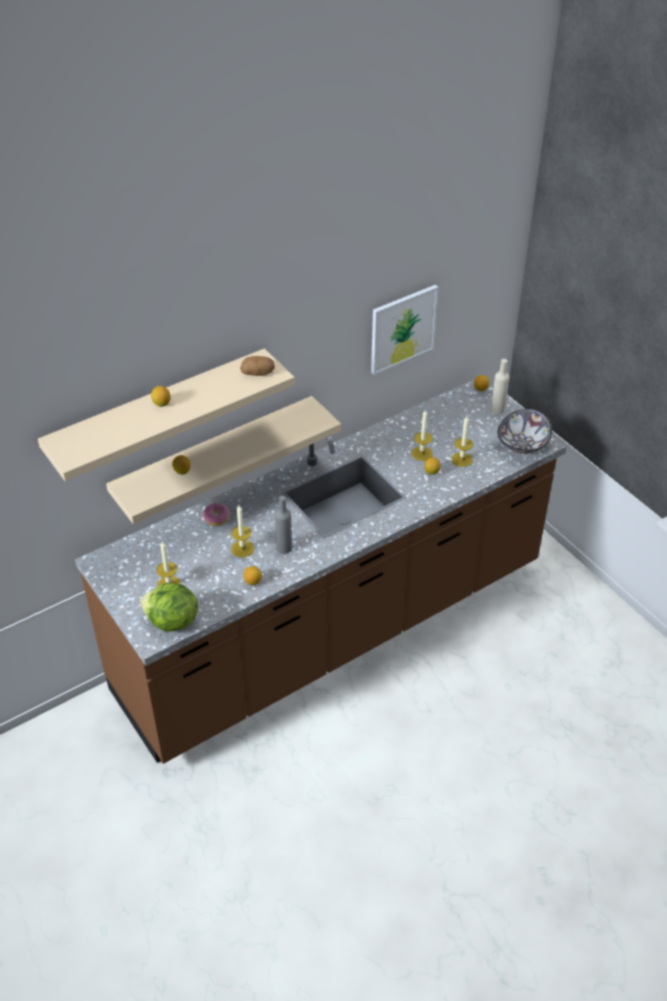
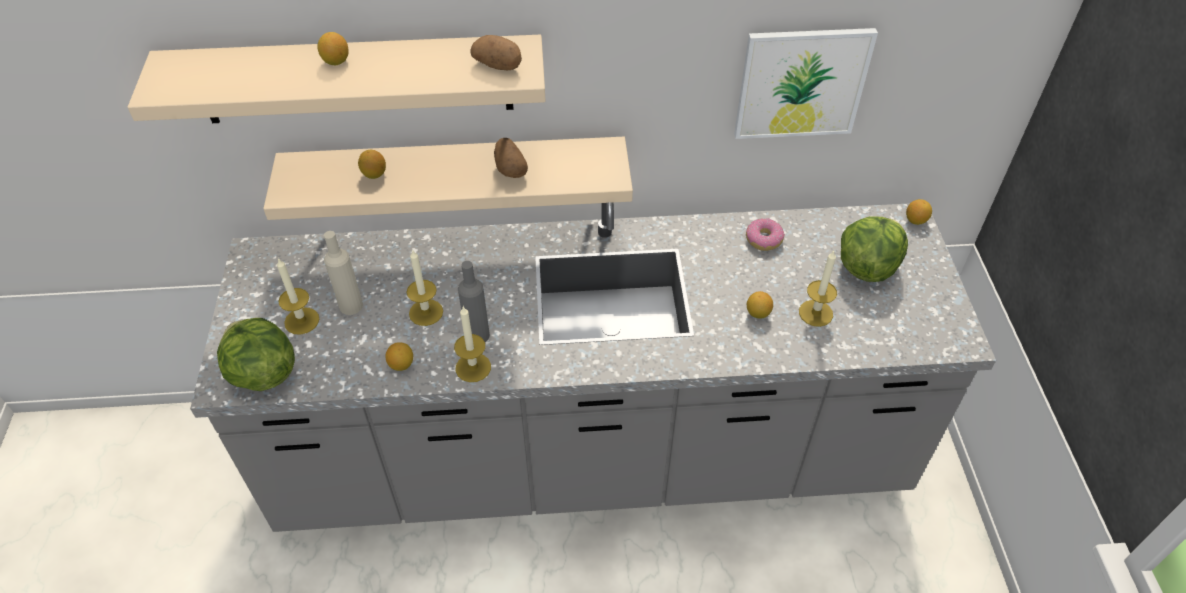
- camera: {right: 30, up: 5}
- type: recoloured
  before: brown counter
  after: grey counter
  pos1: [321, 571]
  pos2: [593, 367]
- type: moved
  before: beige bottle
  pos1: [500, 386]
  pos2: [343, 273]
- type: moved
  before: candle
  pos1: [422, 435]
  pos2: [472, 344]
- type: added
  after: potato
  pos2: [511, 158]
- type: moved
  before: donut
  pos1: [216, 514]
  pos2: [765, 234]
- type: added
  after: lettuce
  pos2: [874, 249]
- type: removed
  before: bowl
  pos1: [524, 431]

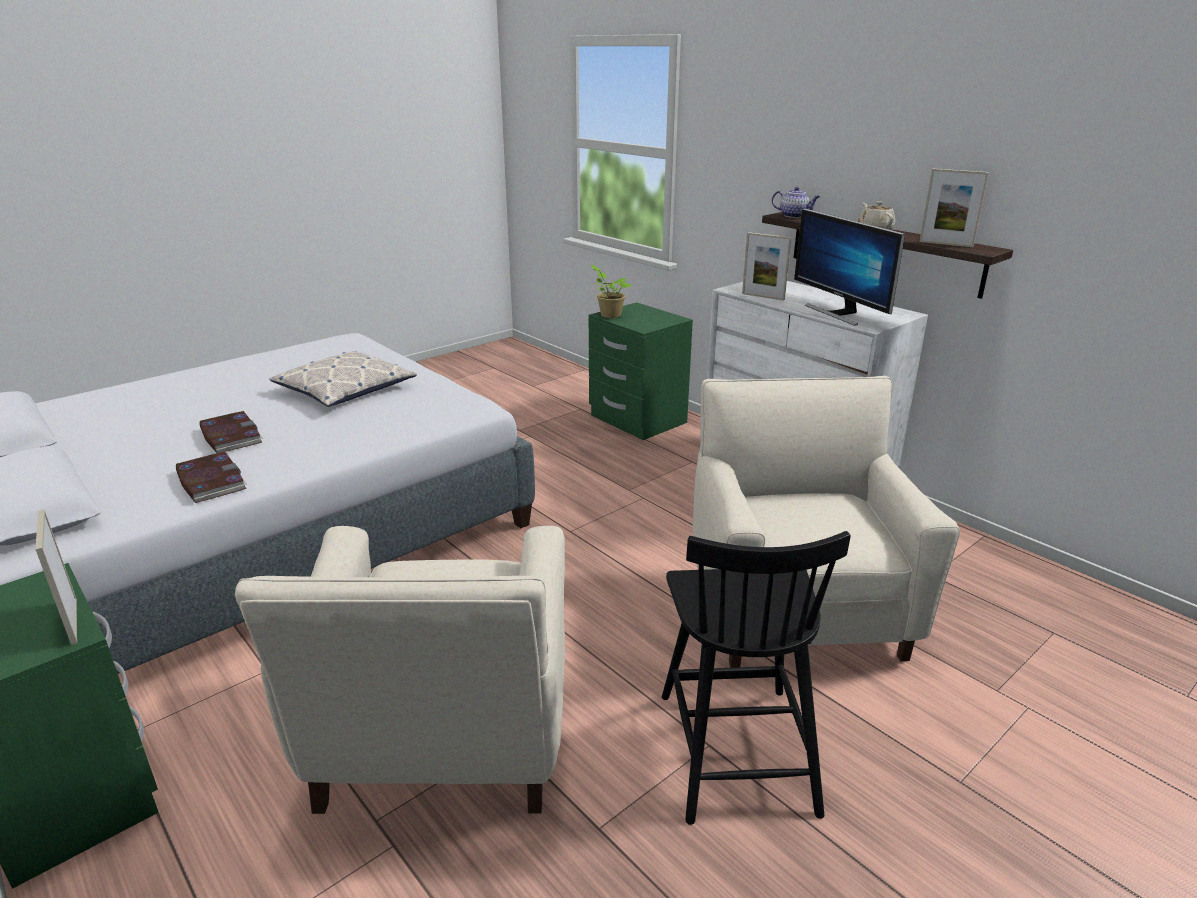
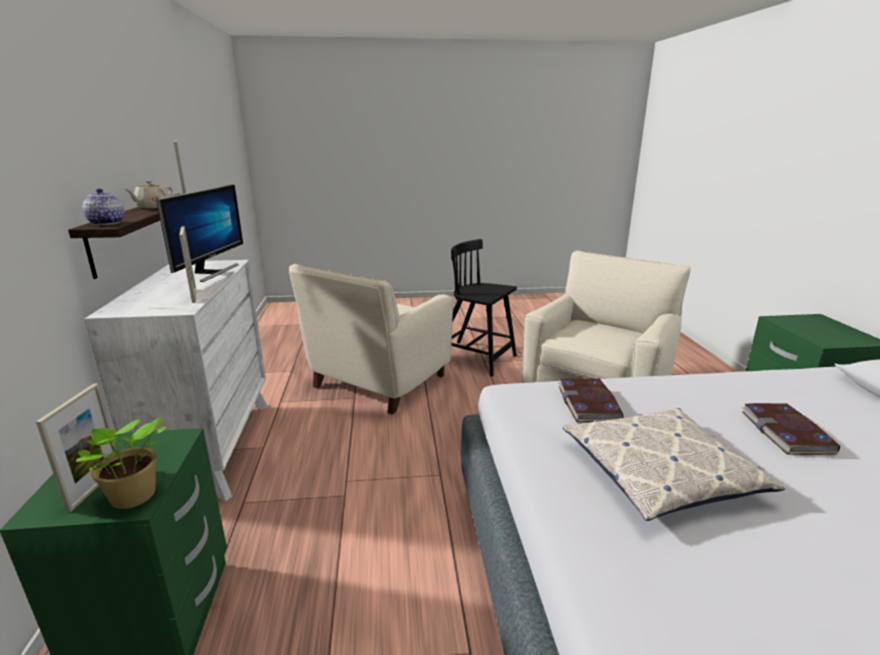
- camera: {right: -145, up: -5}
- type: moved
  before: picture frame
  pos1: [56, 577]
  pos2: [76, 448]
- type: turned
  before: black chair
  pos1: [756, 678]
  pos2: [484, 308]
  turn: -90
- type: moved
  before: book
  pos1: [211, 477]
  pos2: [591, 400]

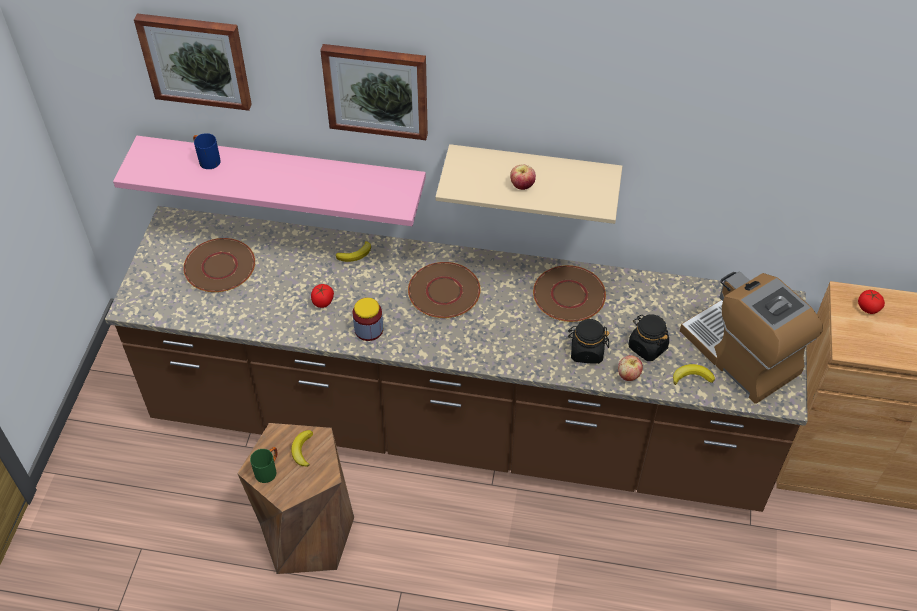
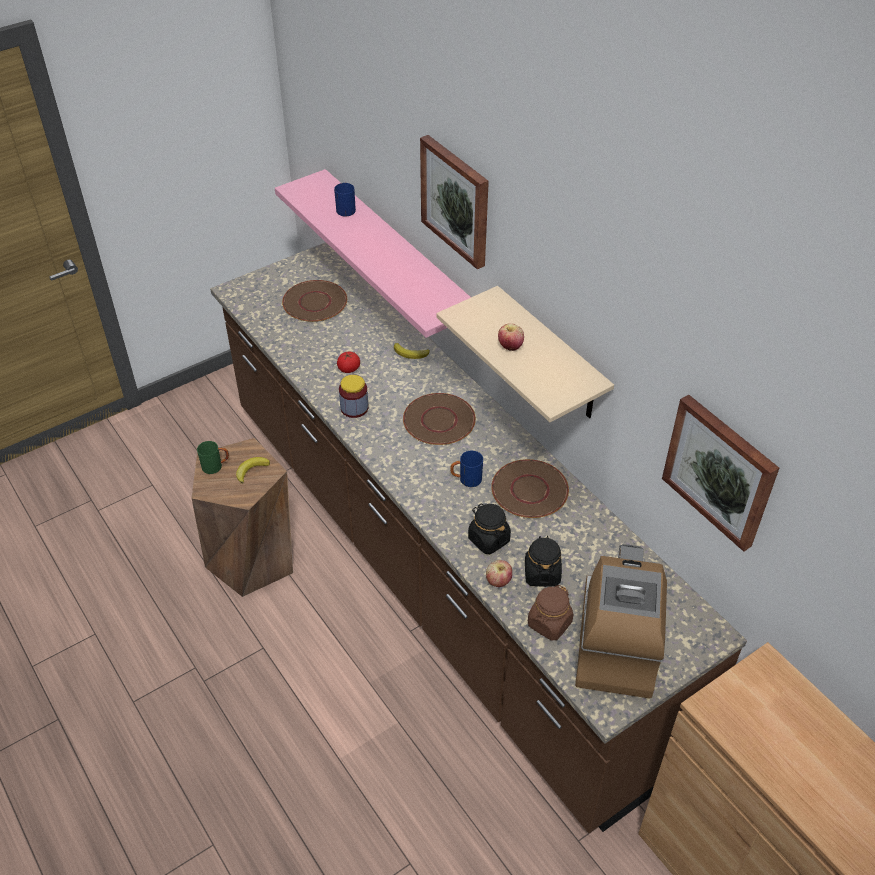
- camera: {right: 45, up: -5}
- type: added
  after: blue mug
  pos2: [466, 469]
- type: replaced
  before: banana
  after: brown jar
  pos1: [694, 374]
  pos2: [550, 613]
- type: moved
  before: picture
  pos1: [193, 62]
  pos2: [720, 473]
- type: removed
  before: tomato
  pos1: [871, 302]

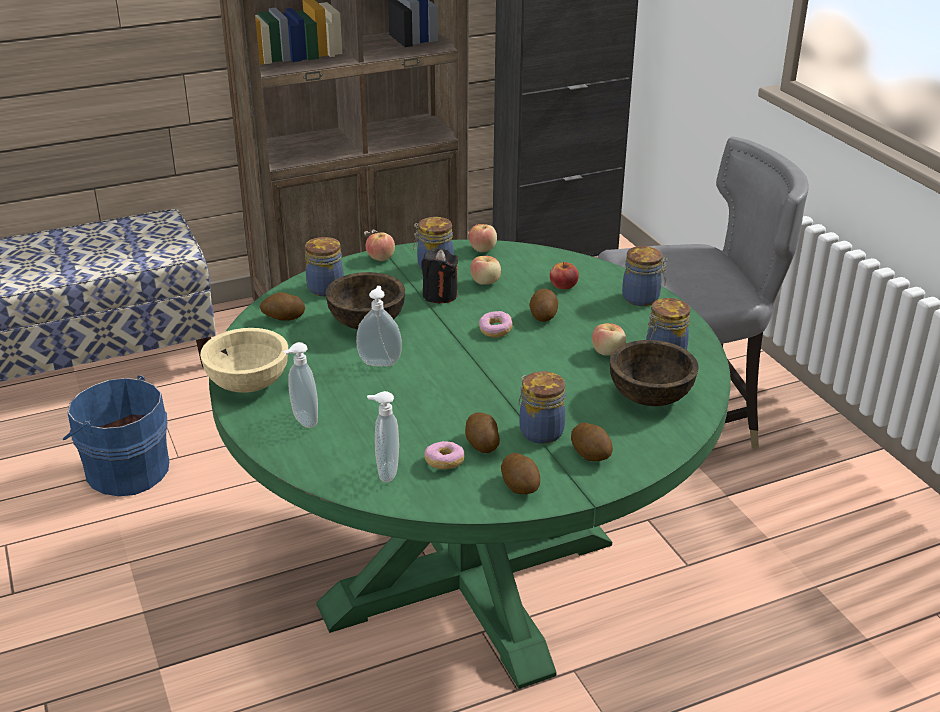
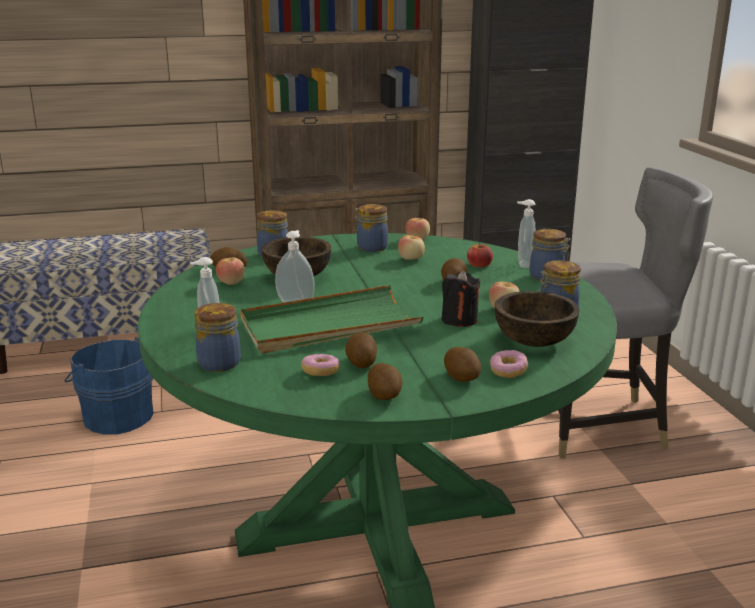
- camera: {right: 10, up: -10}
- type: moved
  before: jar
  pos1: [542, 407]
  pos2: [218, 337]
- type: moved
  before: apple
  pos1: [380, 246]
  pos2: [230, 271]
- type: added
  after: green tray
  pos2: [332, 319]
- type: moved
  before: black candle
  pos1: [439, 276]
  pos2: [461, 298]
- type: moved
  before: donut
  pos1: [496, 324]
  pos2: [509, 364]
- type: moved
  before: soap dispenser
  pos1: [383, 436]
  pos2: [526, 233]
- type: removed
  before: beige bowl
  pos1: [244, 360]

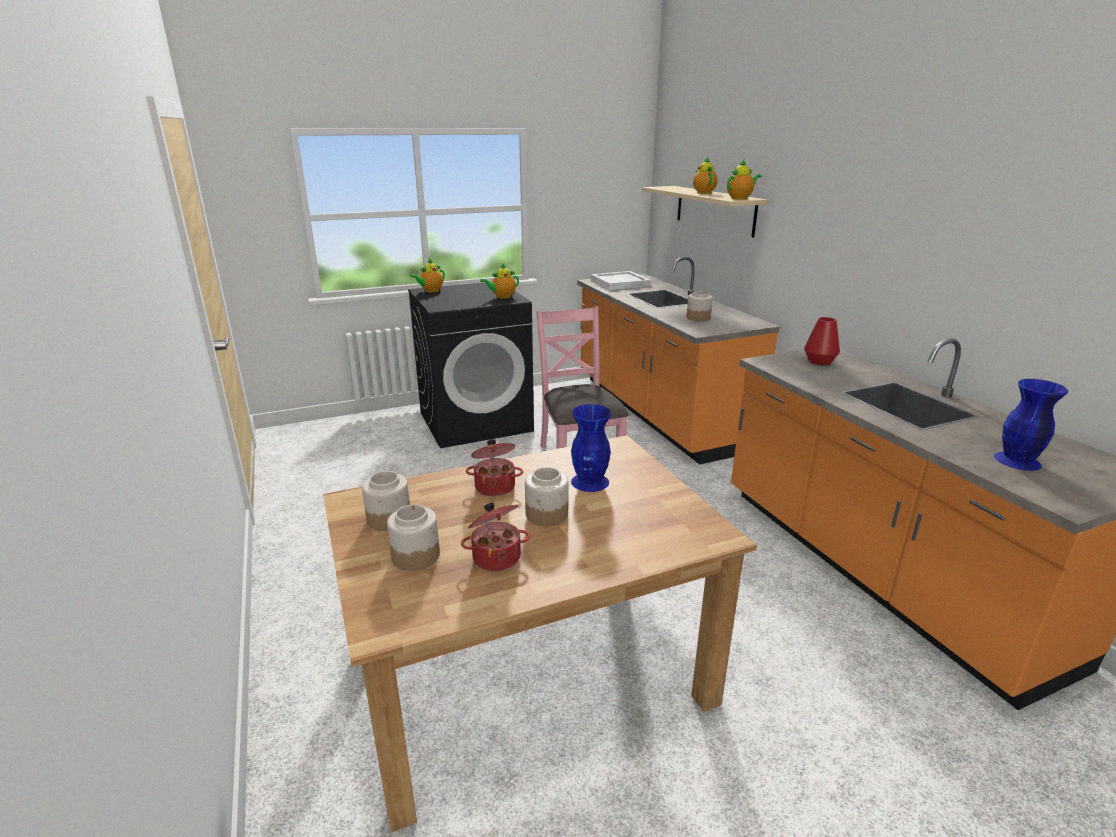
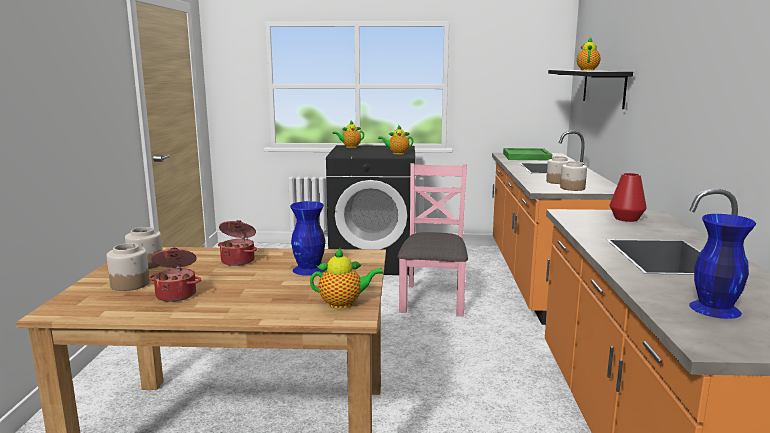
- camera: {right: 25, up: -10}
- type: moved
  before: teapot
  pos1: [744, 180]
  pos2: [346, 278]
- type: recoloured
  before: white tray
  after: green tray
  pos1: [621, 280]
  pos2: [527, 154]
- type: recoloured
  before: beige shelf
  after: black shelf
  pos1: [705, 211]
  pos2: [590, 89]
- type: moved
  before: jar
  pos1: [547, 496]
  pos2: [573, 176]

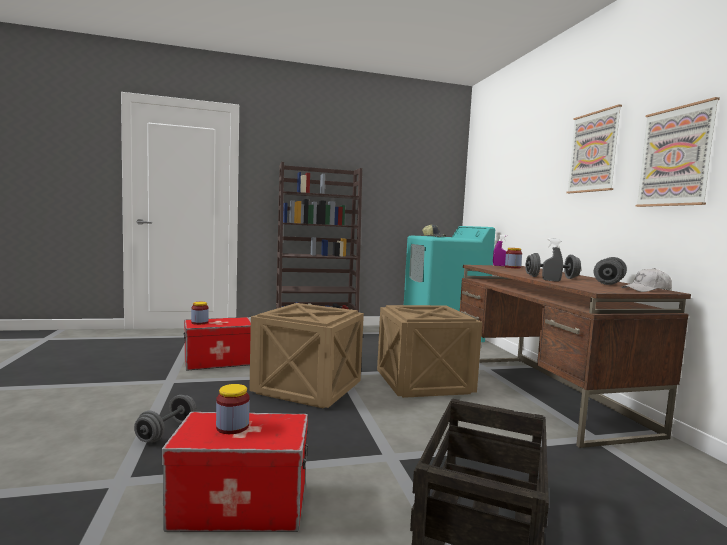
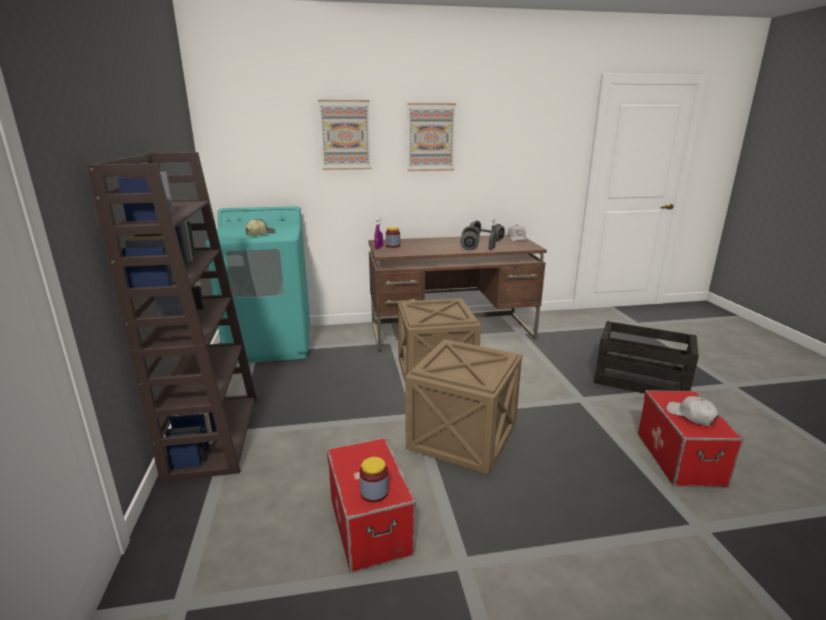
- camera: {right: -85, up: 15}
- type: moved
  before: picture
  pos1: [677, 152]
  pos2: [344, 135]
- type: replaced
  before: jar
  after: white cap
  pos1: [233, 409]
  pos2: [692, 411]
- type: removed
  before: grey dumbbell
  pos1: [165, 418]

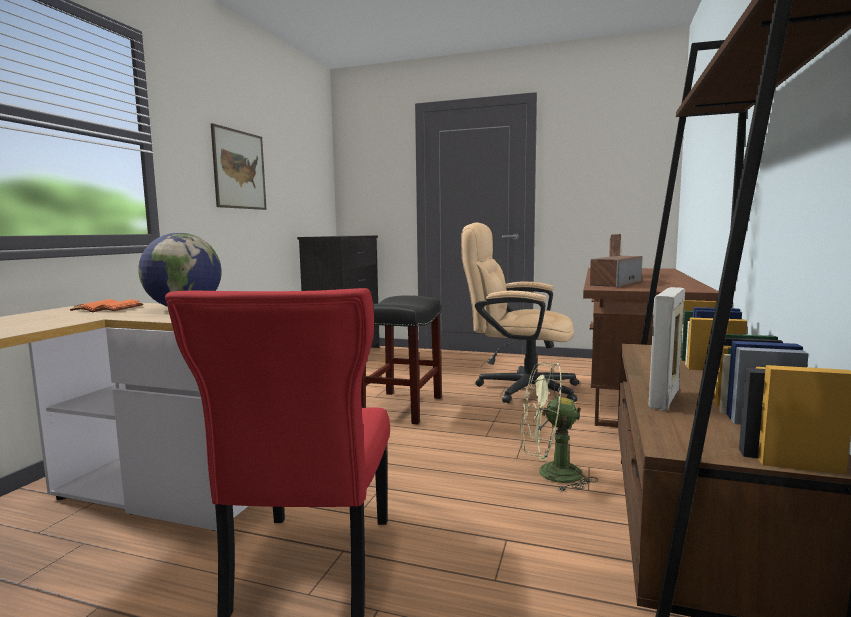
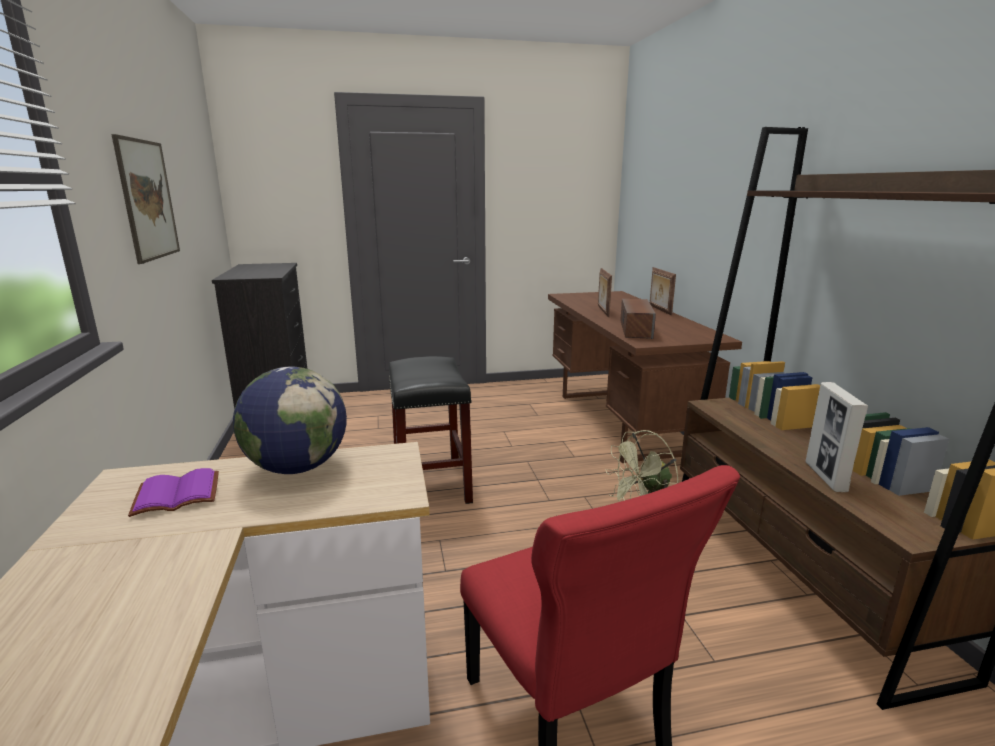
- camera: {right: -30, up: 10}
- type: recoloured
  before: orange book
  after: purple book
  pos1: [106, 305]
  pos2: [173, 492]
- type: added
  after: picture frame
  pos2: [663, 291]
- type: removed
  before: beige office chair
  pos1: [520, 312]

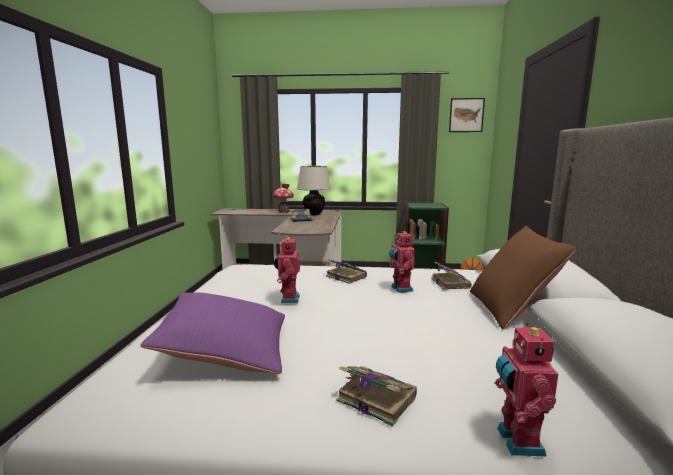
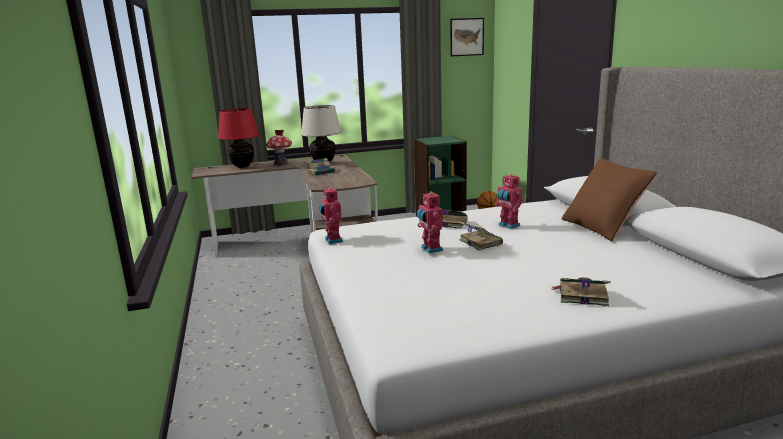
- camera: {right: -20, up: 5}
- type: added
  after: red table lamp
  pos2: [238, 138]
- type: moved
  before: toy robot
  pos1: [526, 389]
  pos2: [331, 215]
- type: moved
  before: book
  pos1: [451, 276]
  pos2: [481, 236]
- type: removed
  before: purple pillow
  pos1: [212, 333]

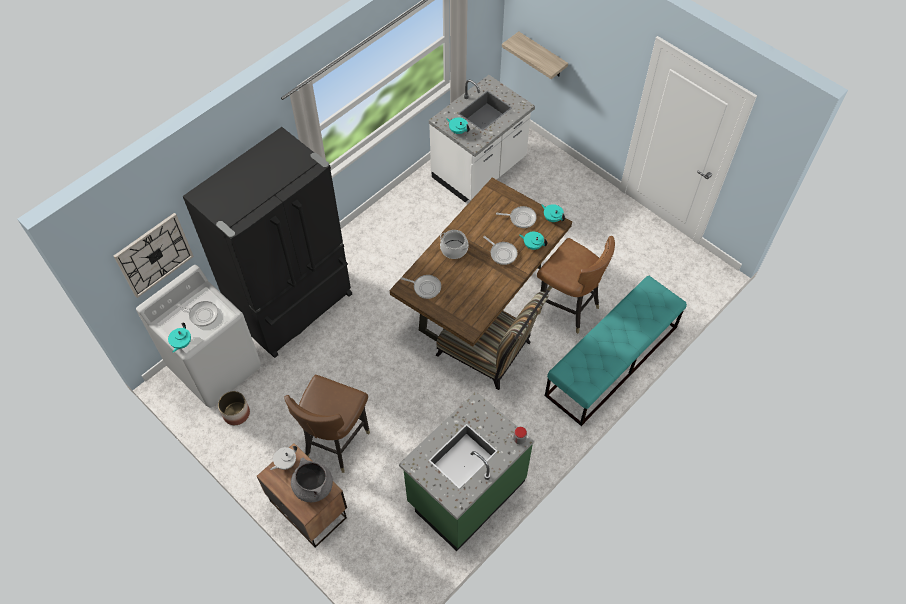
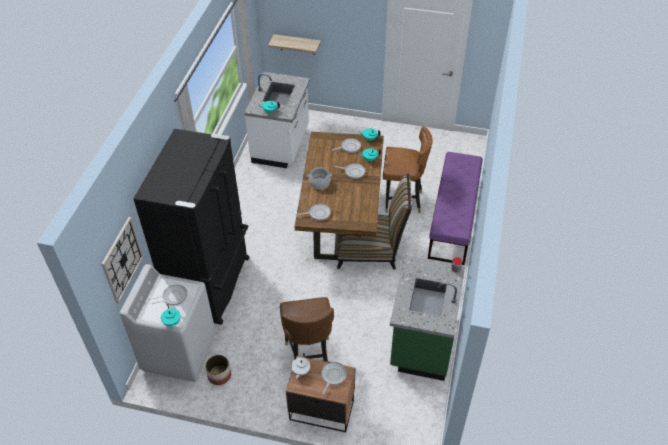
- camera: {right: -30, up: -10}
- type: replaced
  before: grey cooking pot
  after: frying pan
  pos1: [312, 480]
  pos2: [334, 378]
- type: recoloured
  before: turquoise bench
  after: purple bench
  pos1: [616, 351]
  pos2: [455, 208]

